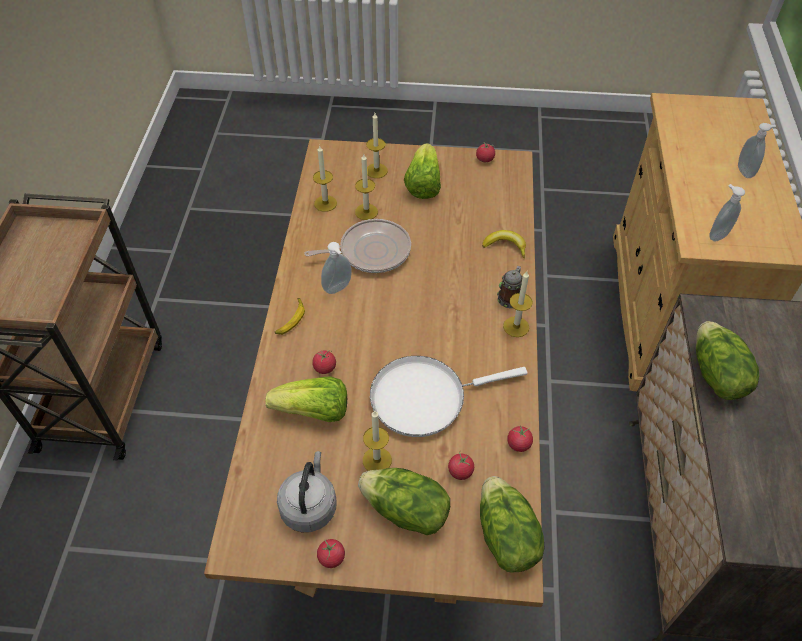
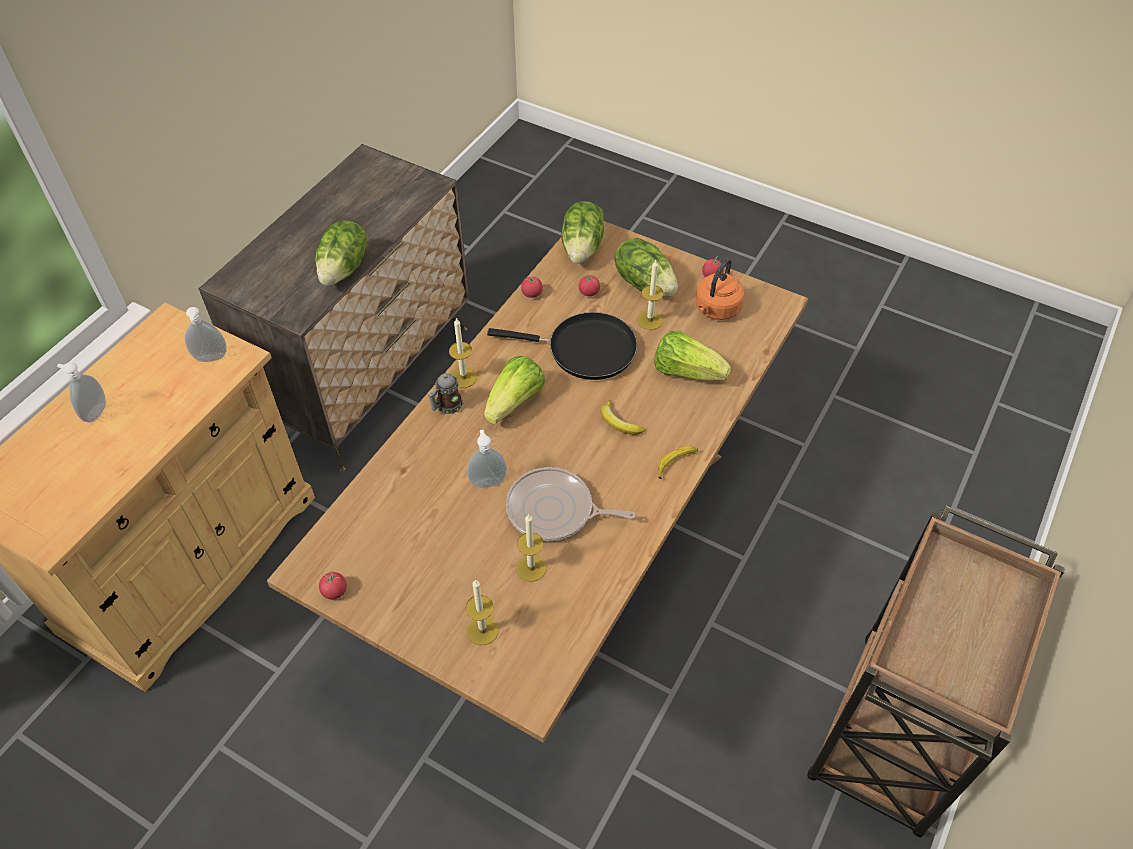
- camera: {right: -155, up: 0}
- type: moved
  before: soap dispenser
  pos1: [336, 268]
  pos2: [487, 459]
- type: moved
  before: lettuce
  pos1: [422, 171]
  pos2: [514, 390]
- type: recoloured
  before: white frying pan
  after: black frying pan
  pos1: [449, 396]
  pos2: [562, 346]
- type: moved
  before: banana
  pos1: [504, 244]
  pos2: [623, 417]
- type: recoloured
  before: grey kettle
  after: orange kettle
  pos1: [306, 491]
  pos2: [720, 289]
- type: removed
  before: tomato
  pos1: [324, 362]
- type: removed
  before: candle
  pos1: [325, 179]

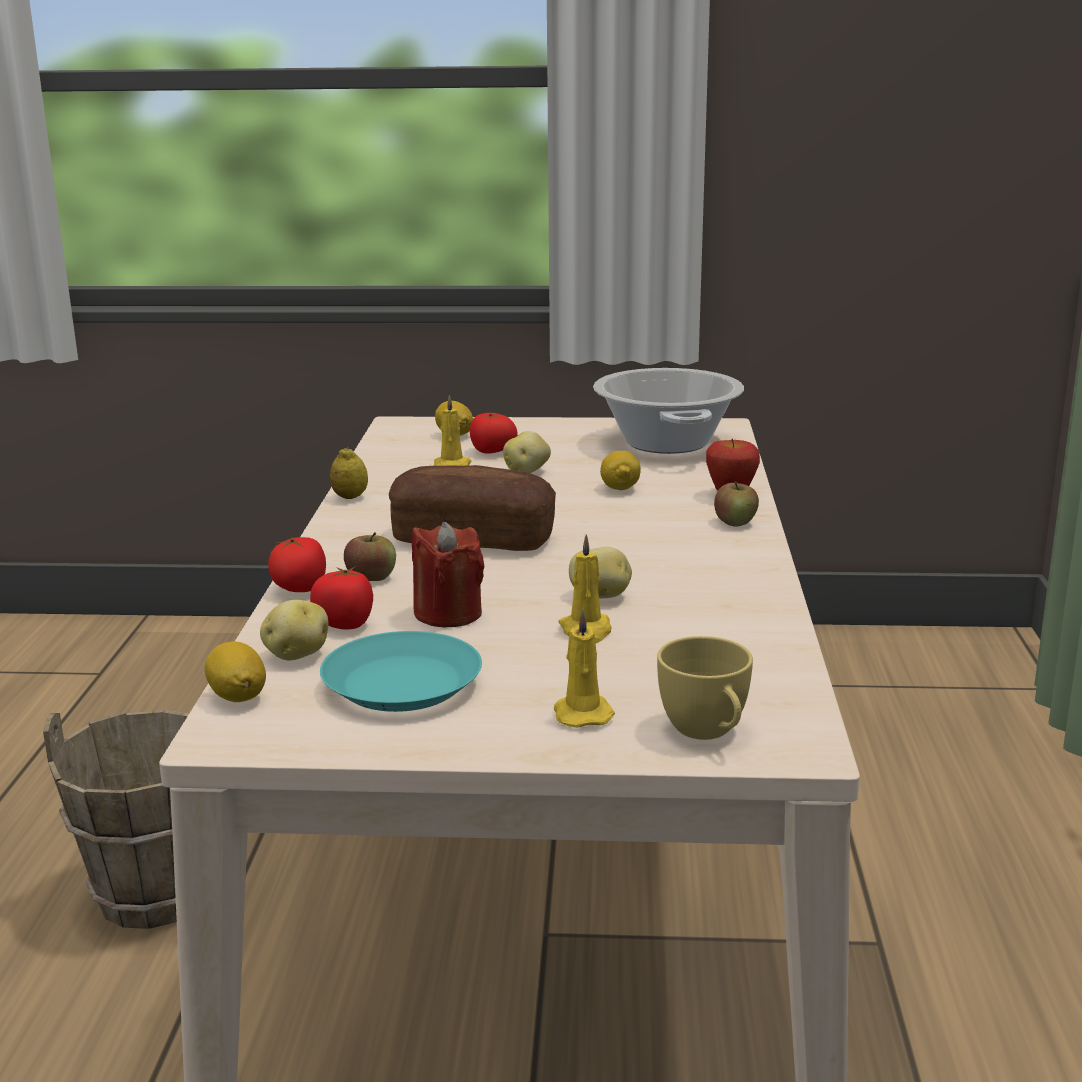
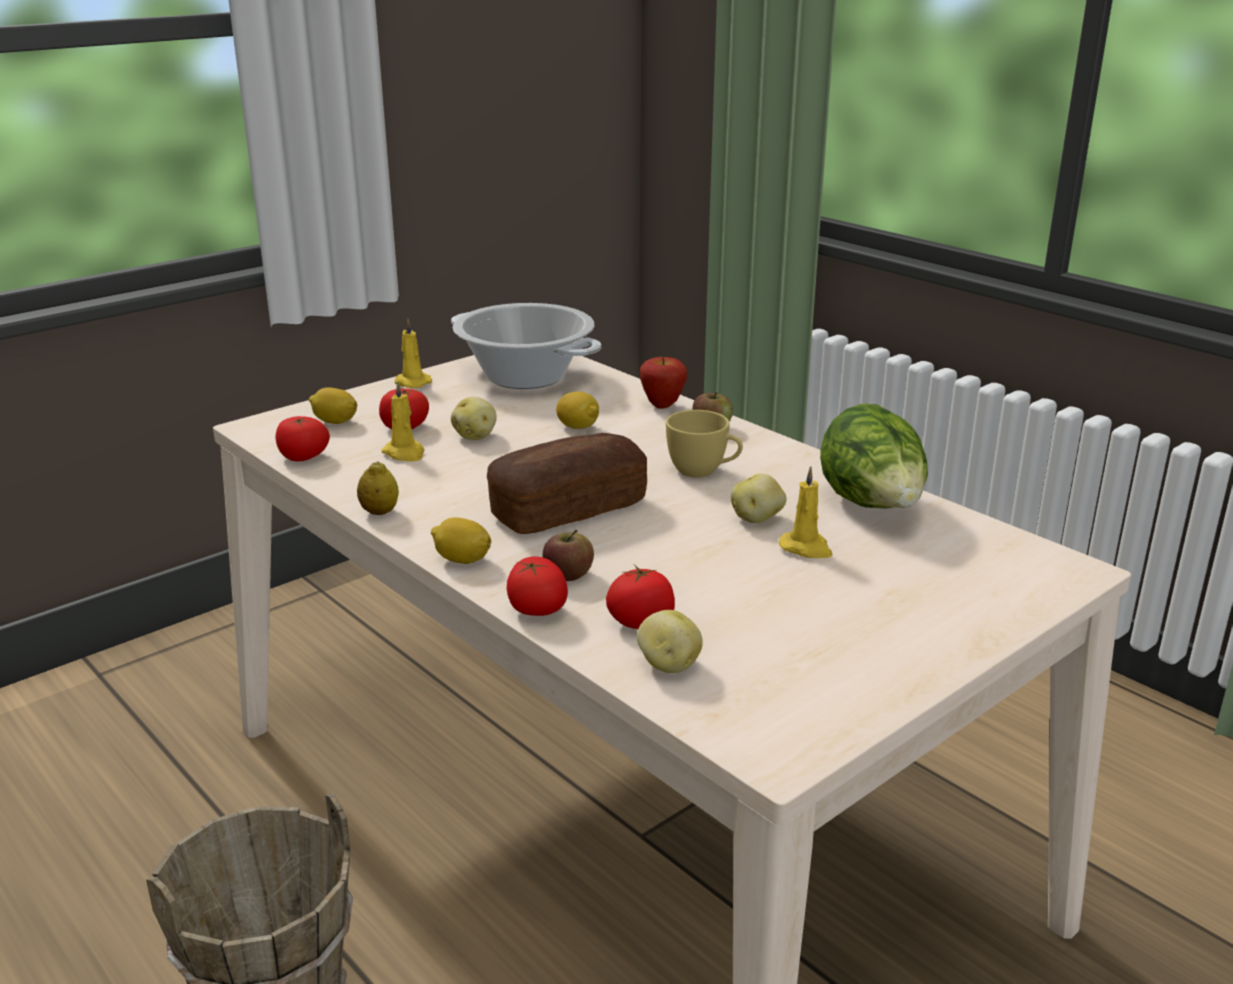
- camera: {right: -45, up: 5}
- type: added
  after: tomato
  pos2: [302, 438]
- type: moved
  before: yellow candle
  pos1: [584, 668]
  pos2: [413, 353]
- type: moved
  before: lemon
  pos1: [235, 672]
  pos2: [461, 540]
- type: moved
  before: yellow cup
  pos1: [705, 688]
  pos2: [704, 444]
- type: added
  after: lettuce
  pos2: [874, 455]
- type: removed
  before: turquoise plate
  pos1: [401, 671]
- type: removed
  before: red candle
  pos1: [448, 574]

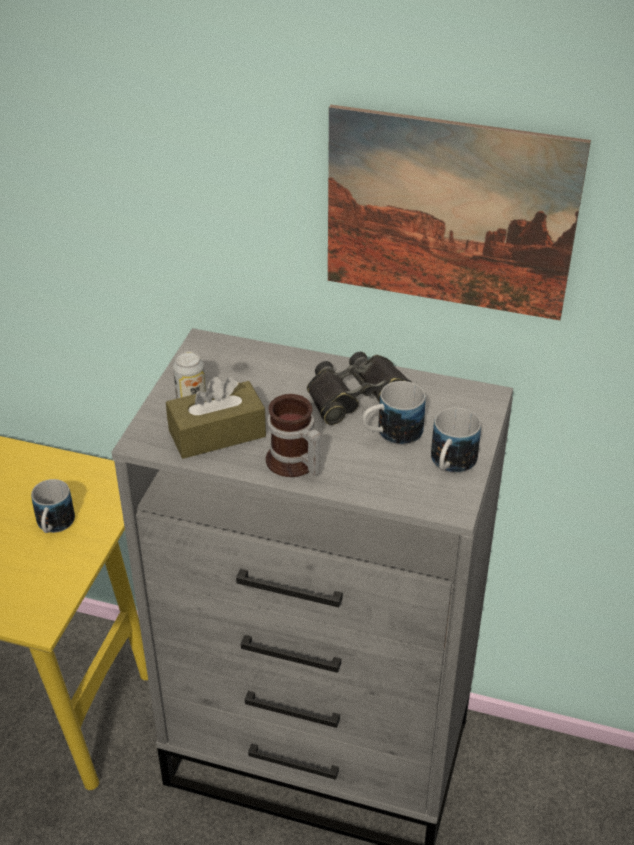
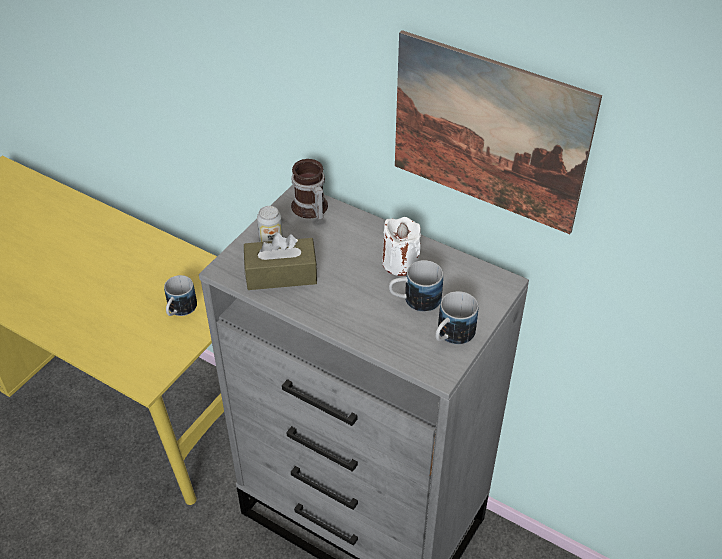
- camera: {right: 15, up: 5}
- type: moved
  before: mug
  pos1: [293, 435]
  pos2: [309, 189]
- type: replaced
  before: black binoculars
  after: white candle
  pos1: [359, 388]
  pos2: [401, 246]

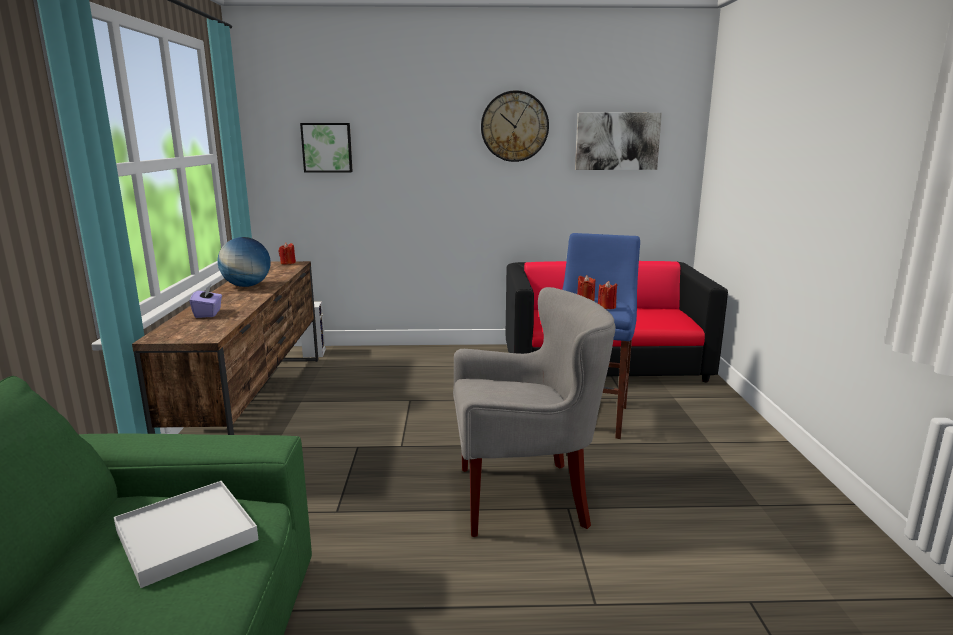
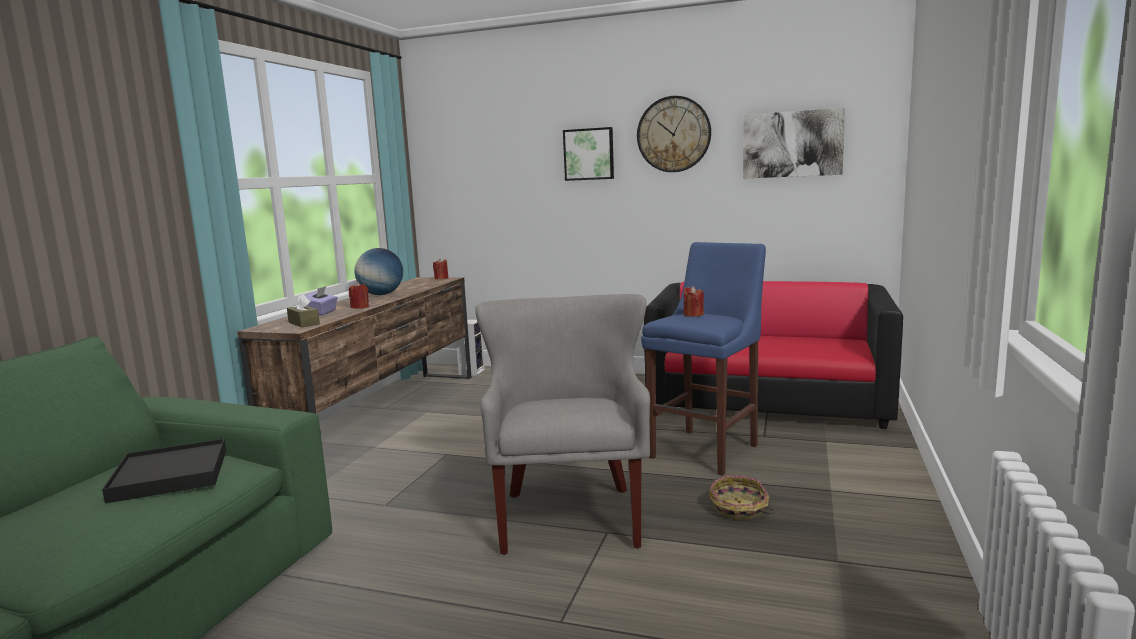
- camera: {right: 20, up: -5}
- type: recoloured
  before: white tray
  after: black tray
  pos1: [186, 534]
  pos2: [164, 471]
- type: added
  after: brown tissue box
  pos2: [303, 311]
- type: moved
  before: red candle
  pos1: [608, 295]
  pos2: [359, 295]
- type: turned
  before: grey armchair
  pos1: [534, 412]
  pos2: [562, 424]
  turn: -105
- type: moved
  before: picture
  pos1: [326, 148]
  pos2: [588, 154]
- type: added
  after: basket
  pos2: [742, 497]

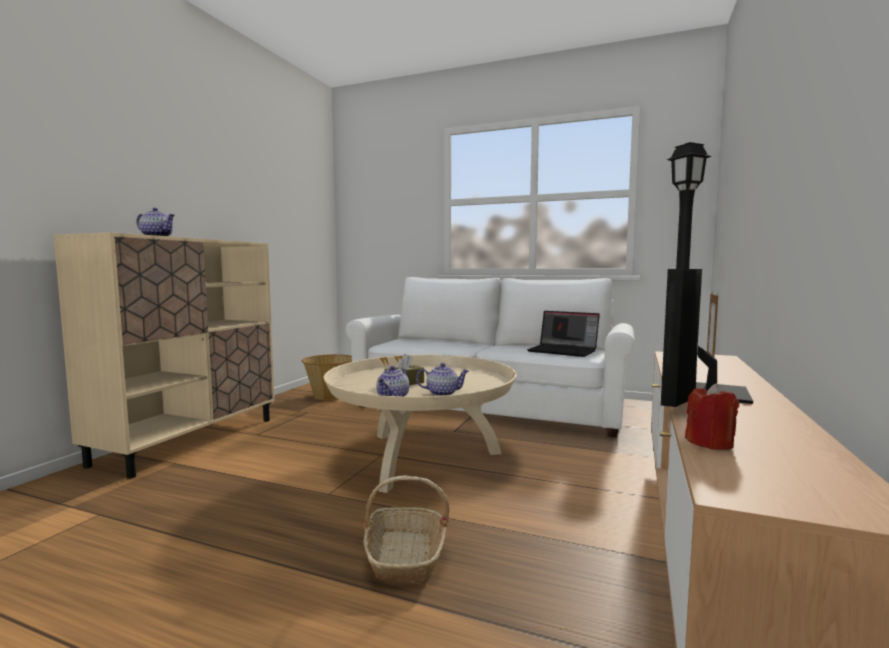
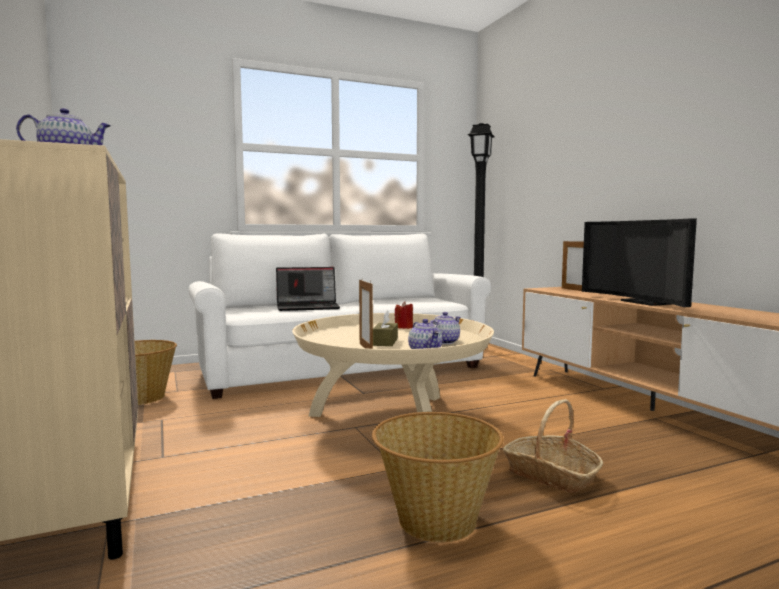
- camera: {right: -45, up: 0}
- type: moved
  before: laptop
  pos1: [563, 334]
  pos2: [308, 289]
- type: added
  after: picture frame
  pos2: [366, 313]
- type: added
  after: basket
  pos2: [438, 477]
- type: moved
  before: red candle
  pos1: [712, 417]
  pos2: [403, 315]

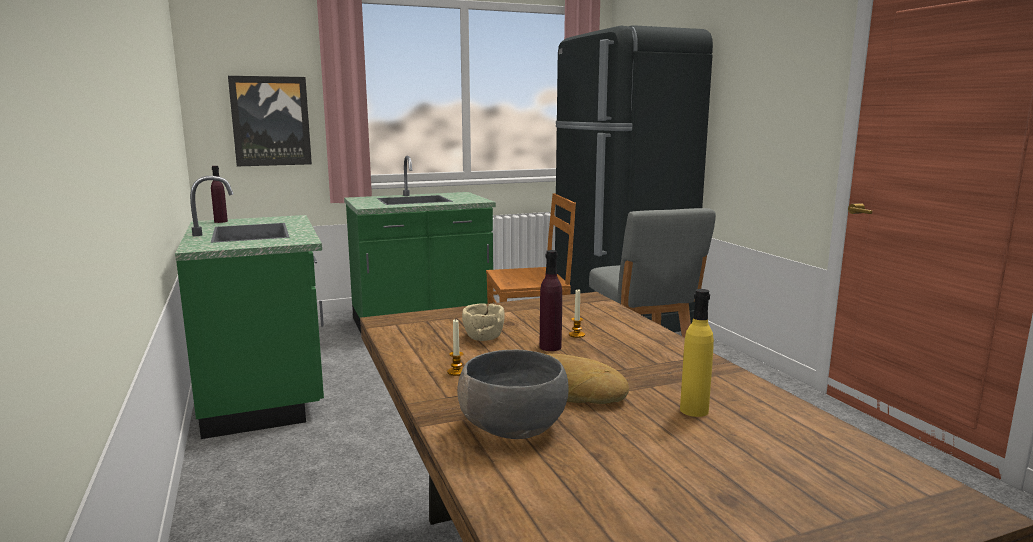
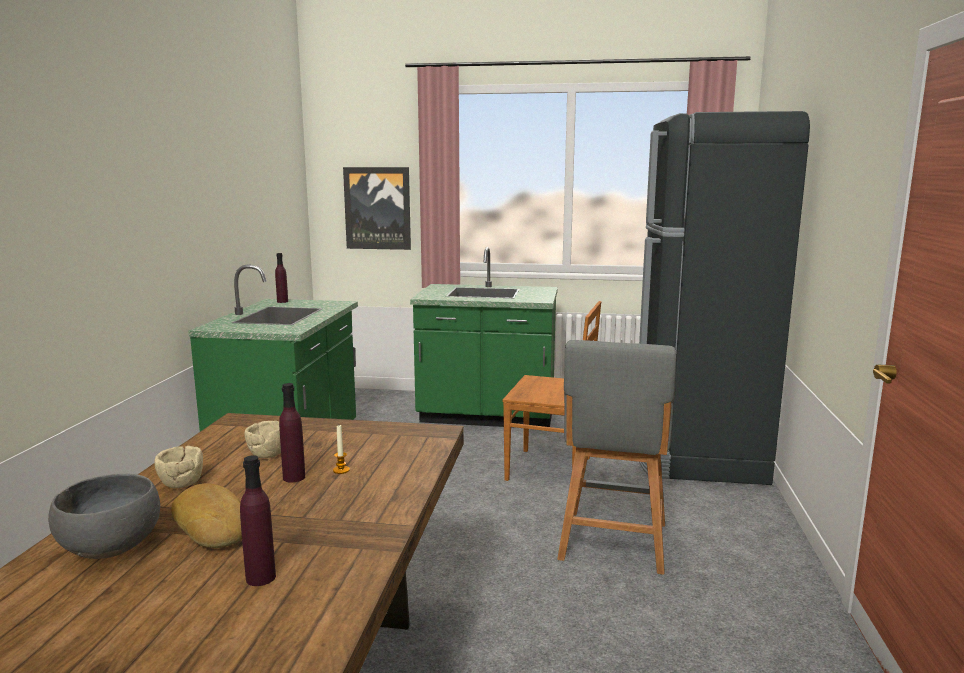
- camera: {right: 30, up: 0}
- type: replaced
  before: candle
  after: beige bowl
  pos1: [455, 347]
  pos2: [179, 467]
- type: recoloured
  before: yellow bottle
  after: purple bottle
  pos1: [697, 353]
  pos2: [258, 520]

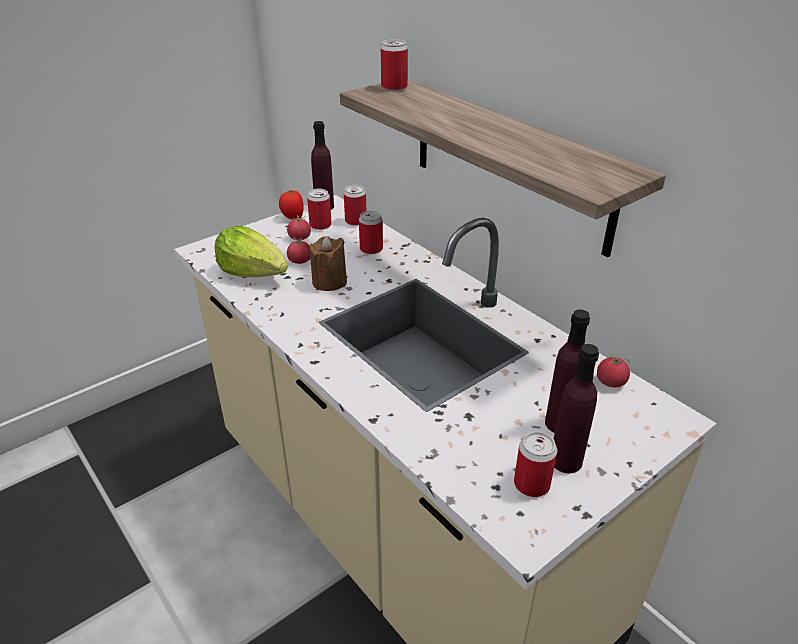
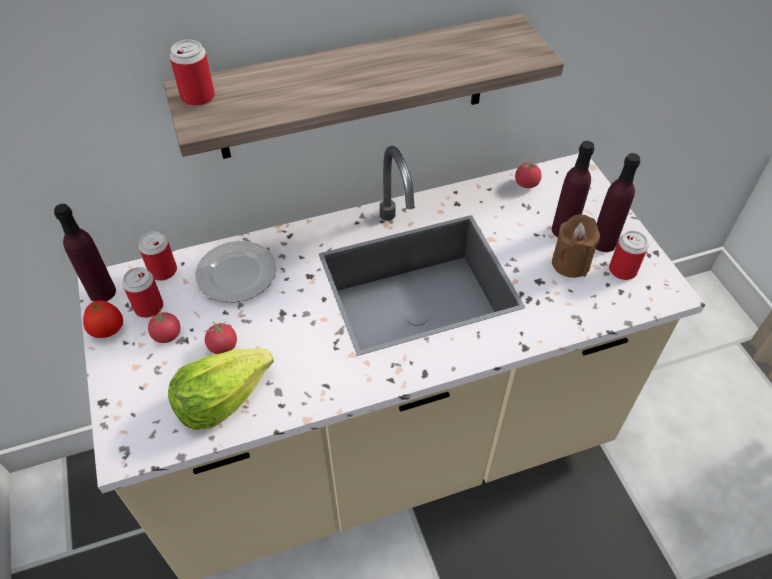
- camera: {right: -70, up: 15}
- type: replaced
  before: can
  after: plate
  pos1: [371, 232]
  pos2: [235, 271]
- type: moved
  before: brown candle
  pos1: [328, 263]
  pos2: [576, 246]

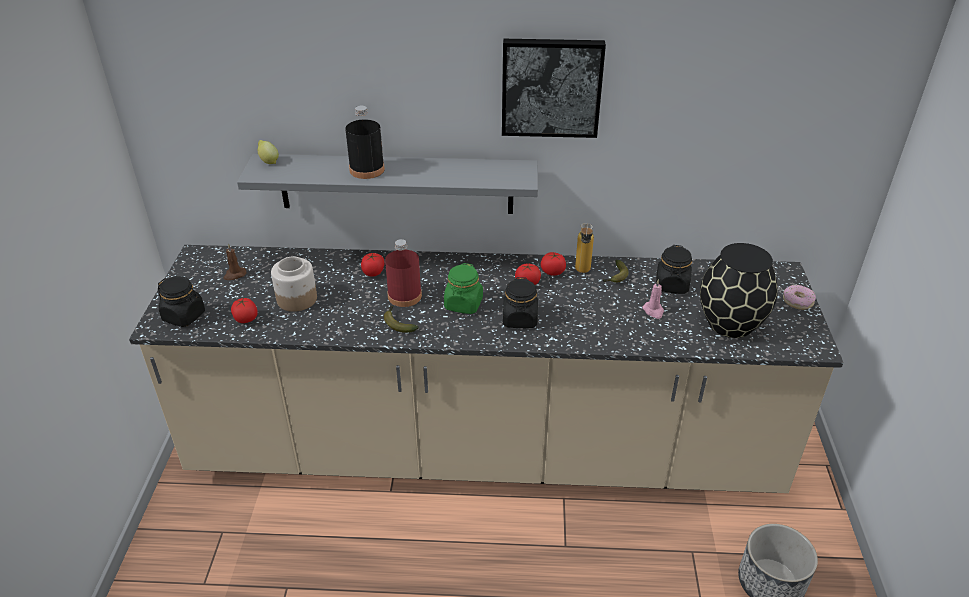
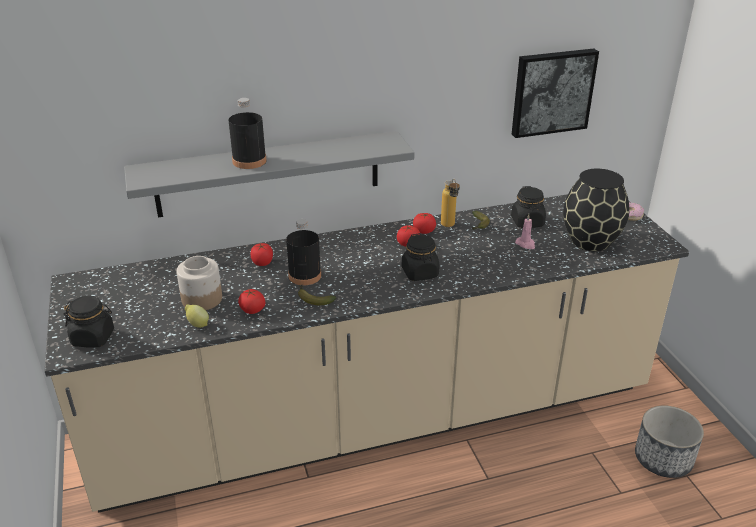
- camera: {right: -20, up: -5}
- type: moved
  before: lemon
  pos1: [268, 152]
  pos2: [197, 316]
- type: moved
  before: tomato
  pos1: [244, 310]
  pos2: [251, 301]
- type: recoloured
  before: red bottle
  after: black bottle
  pos1: [403, 273]
  pos2: [303, 252]
- type: moved
  before: picture
  pos1: [554, 88]
  pos2: [555, 93]
- type: removed
  before: brown candle
  pos1: [235, 262]
- type: removed
  before: green jar
  pos1: [463, 288]

